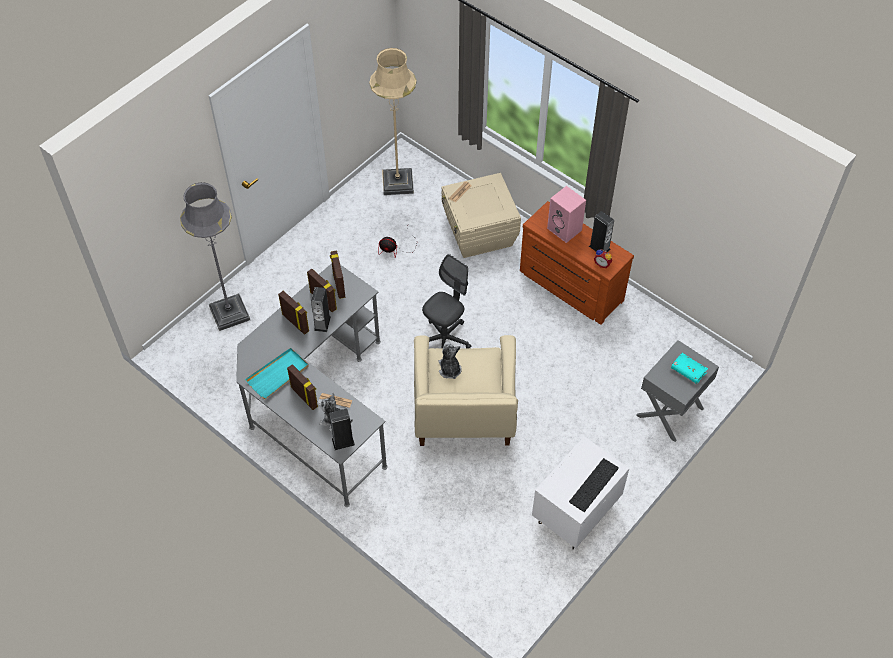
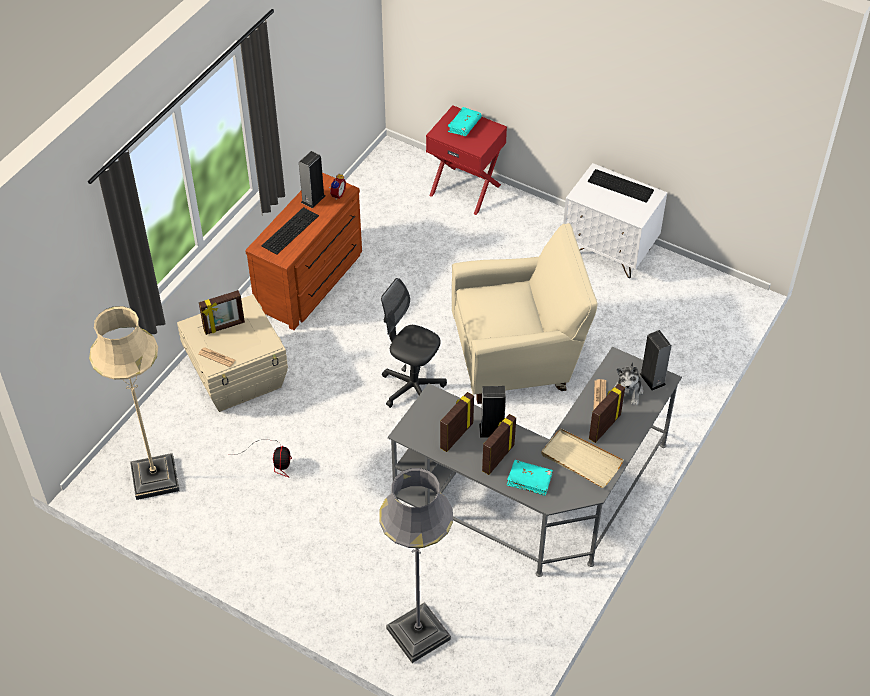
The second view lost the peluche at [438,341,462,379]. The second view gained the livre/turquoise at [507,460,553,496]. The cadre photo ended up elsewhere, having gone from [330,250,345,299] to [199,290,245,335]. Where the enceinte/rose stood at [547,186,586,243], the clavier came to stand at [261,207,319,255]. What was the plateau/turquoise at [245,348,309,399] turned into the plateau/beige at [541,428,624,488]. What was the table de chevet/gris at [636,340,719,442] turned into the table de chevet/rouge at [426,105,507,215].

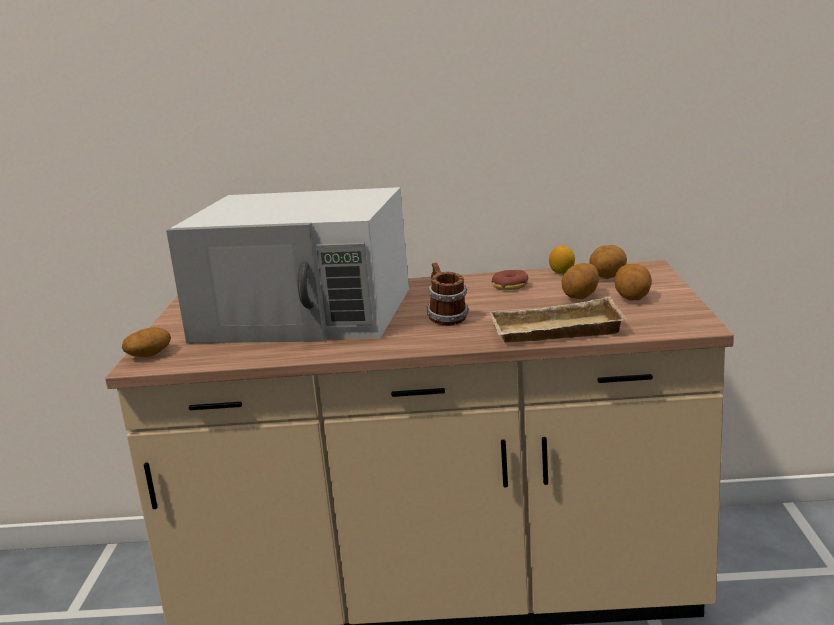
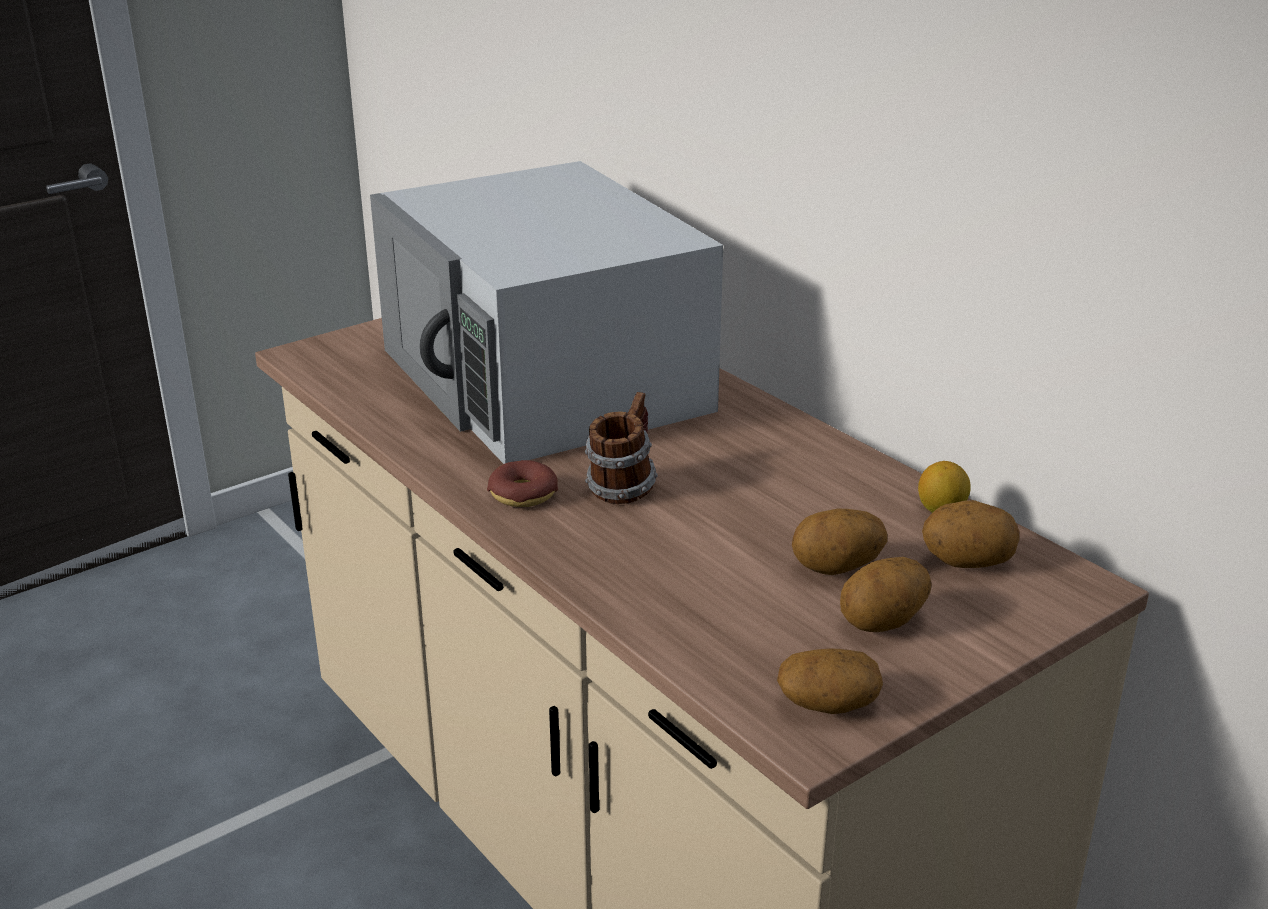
The second view lost the plateau/beige at [490,296,627,343]. The pomme de terre ended up elsewhere, having gone from [122,327,171,357] to [777,648,883,714]. The beignet ended up elsewhere, having gone from [492,270,528,290] to [487,460,558,507].

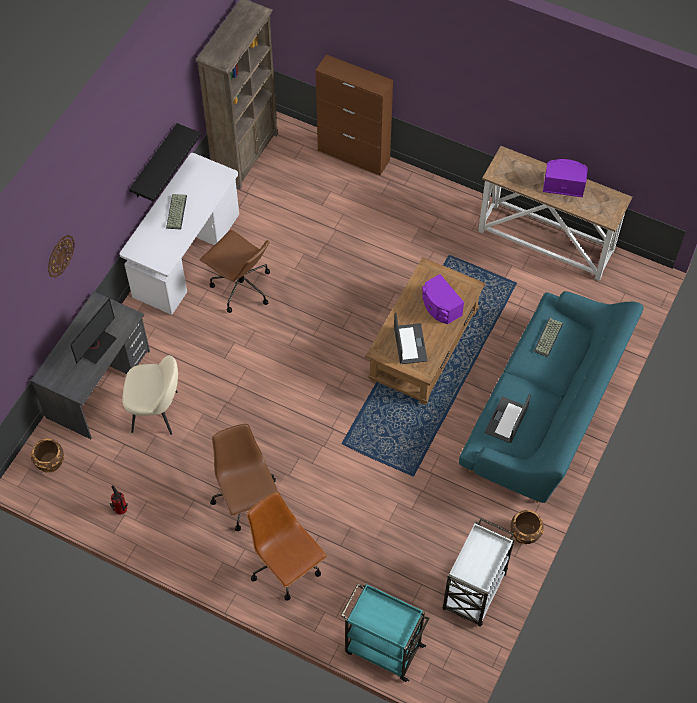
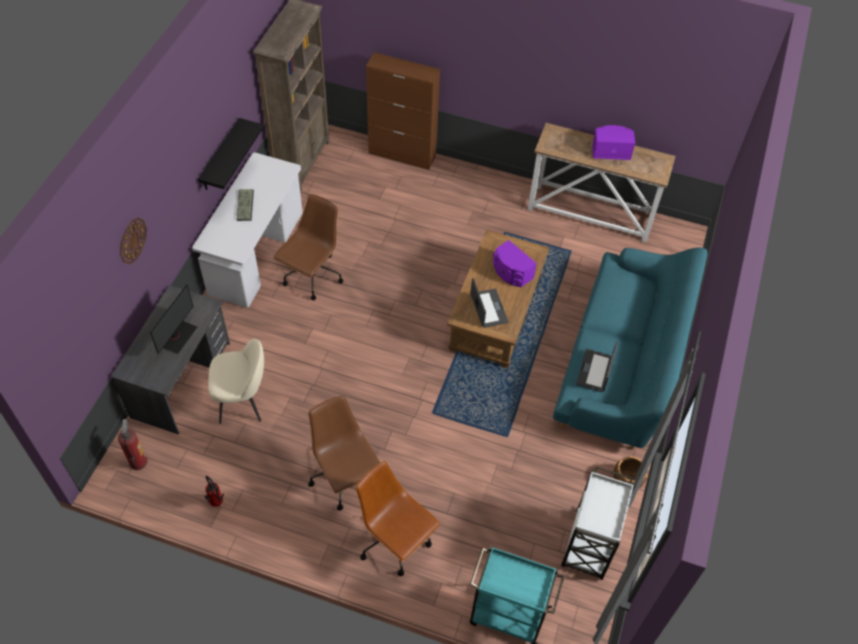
The second view lost the clavier at [534,318,563,357]. Where the cache-pot/marron stood at [31,439,64,473], the extincteur came to stand at [118,419,147,470]. The chaise de bureau/marron at [200,230,270,313] ended up facing another way, 90 degrees counterclockwise from before.

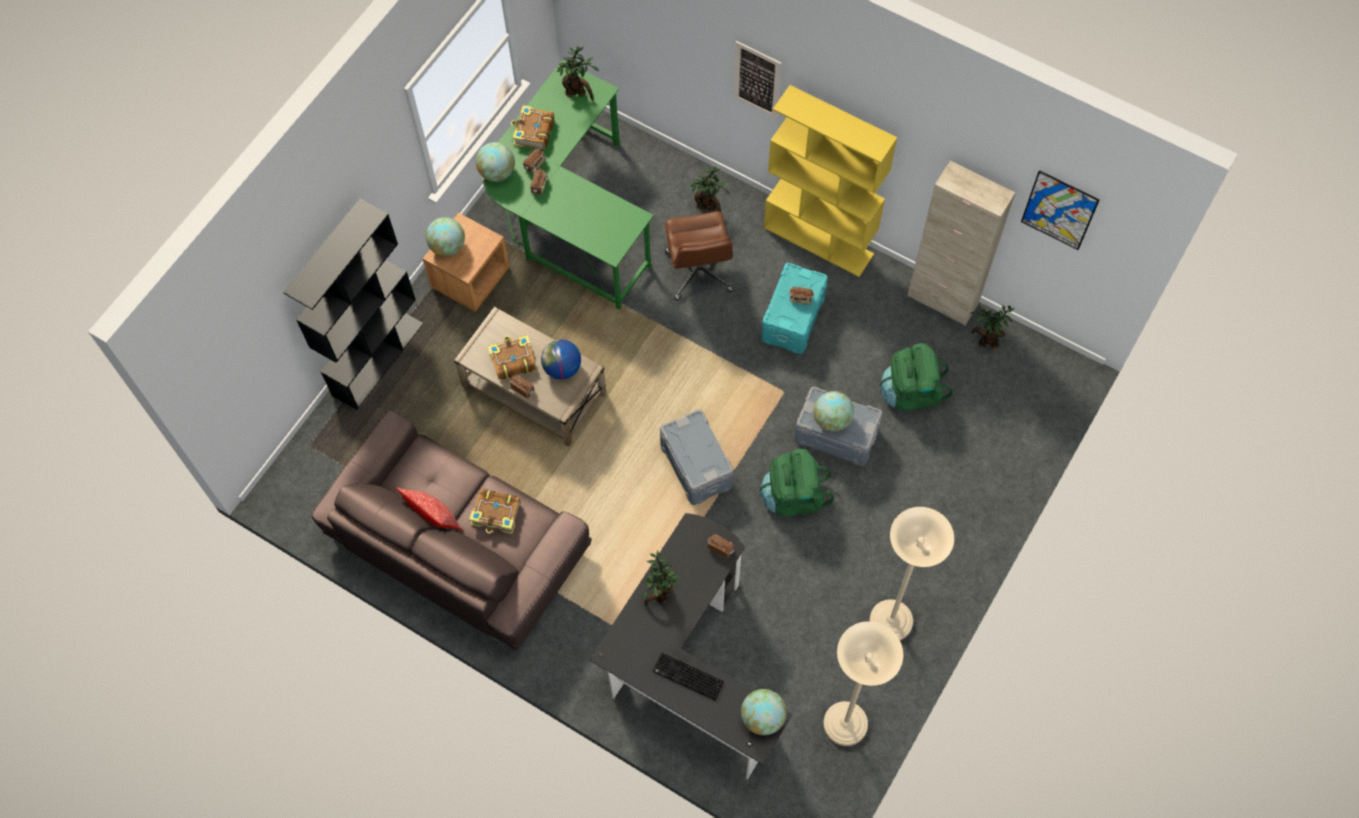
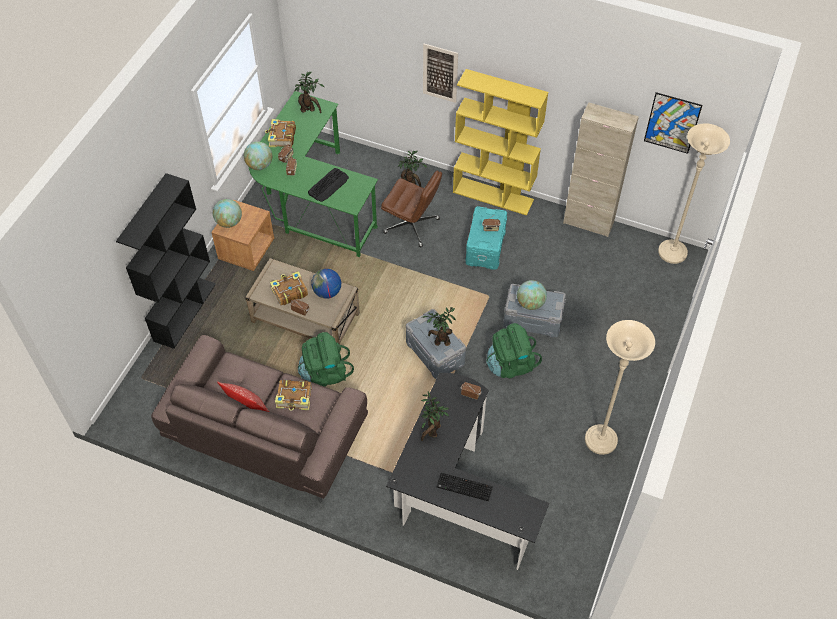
The second view lost the globe at [741,689,787,735]. The second view gained the clavier at [308,168,349,202]. The lampadaire/beige ended up elsewhere, having gone from [823,621,903,746] to [658,123,730,264]. The sac à dos/vert ended up elsewhere, having gone from [880,343,953,411] to [298,332,354,387]. The plante en pot ended up elsewhere, having gone from [971,305,1014,350] to [422,307,456,346]. The chaise de bureau/marron at [665,211,734,300] ended up facing another way, 45 degrees counterclockwise from before.

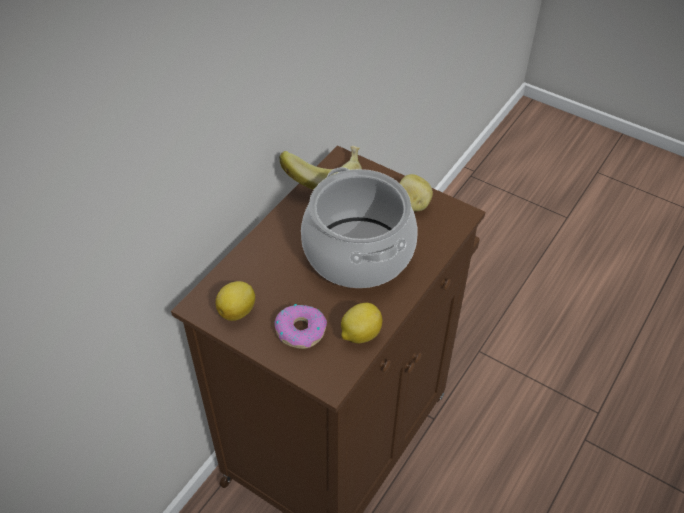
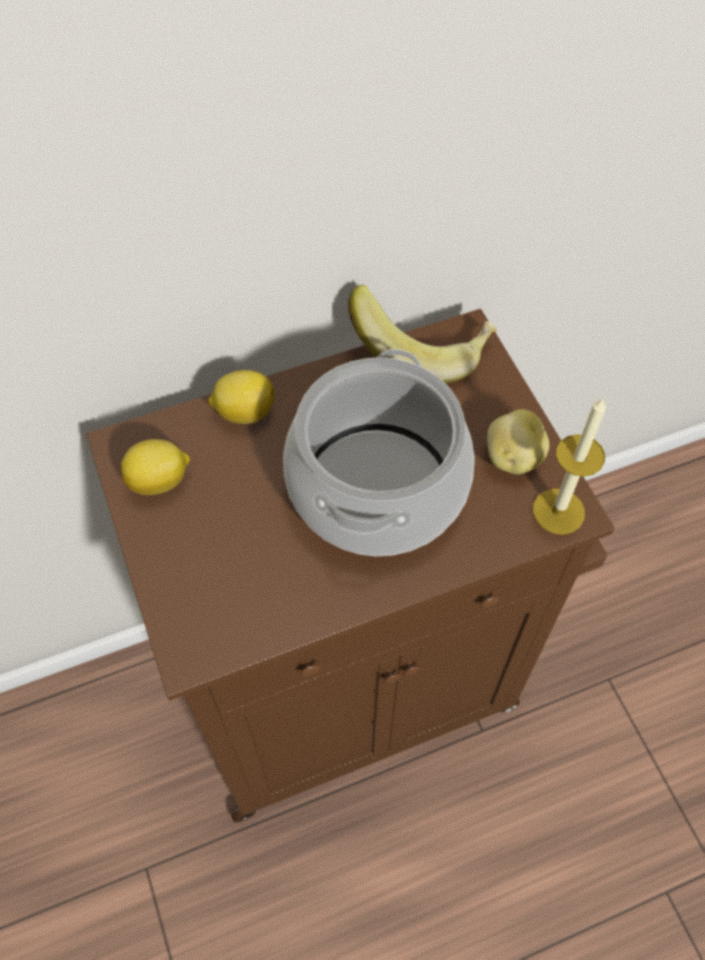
The second view lost the beignet at [274,304,327,349]. The second view gained the bougie at [533,398,606,535]. The citron ended up elsewhere, having gone from [341,303,382,343] to [208,370,275,424].

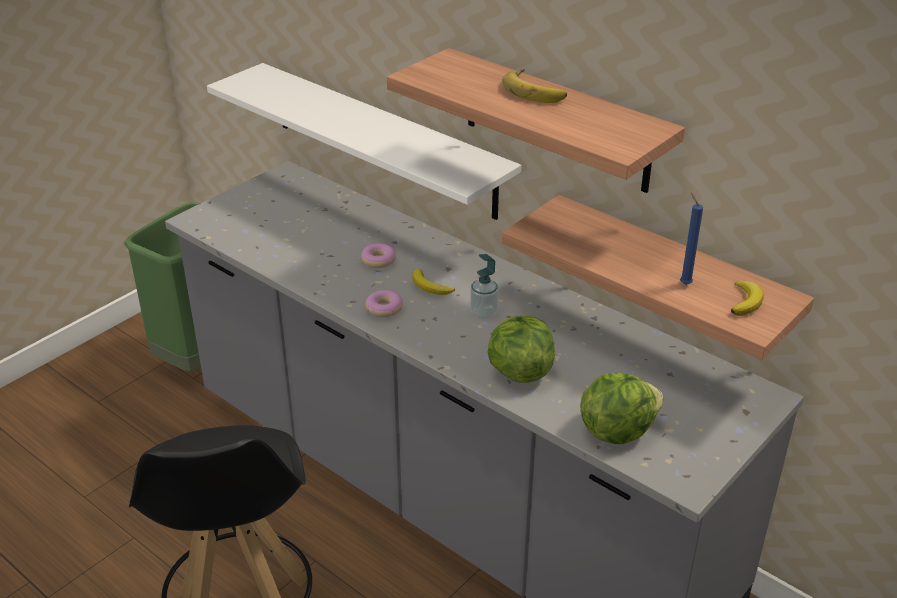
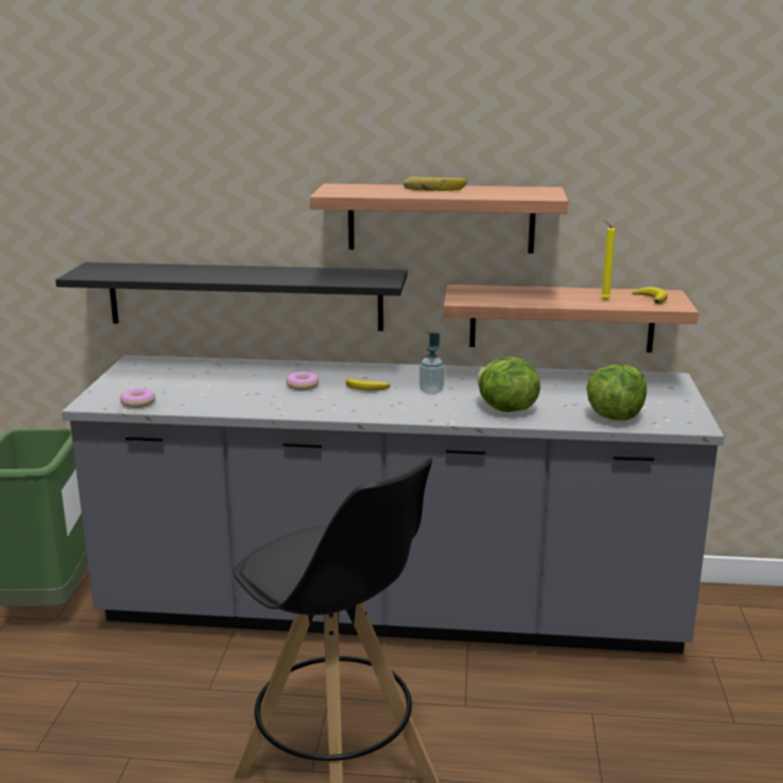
The beignet ended up elsewhere, having gone from [366,290,403,317] to [120,388,156,408]. What was the étagère/blanc at [207,63,522,220] turned into the étagère/noir at [56,262,407,331]. What was the bougie/bleu at [680,193,703,285] turned into the bougie/jaune at [601,220,615,300].

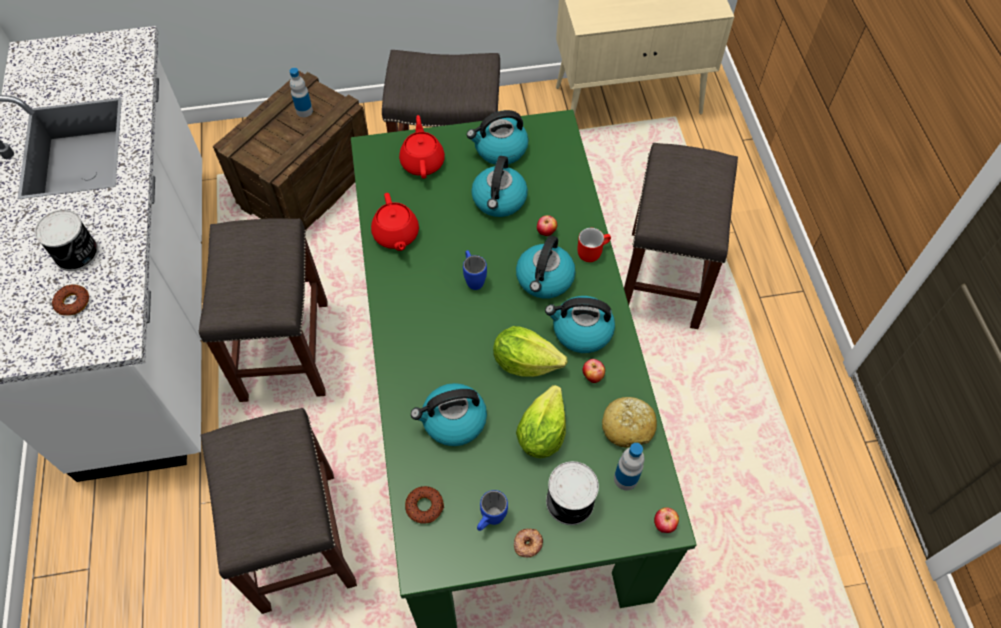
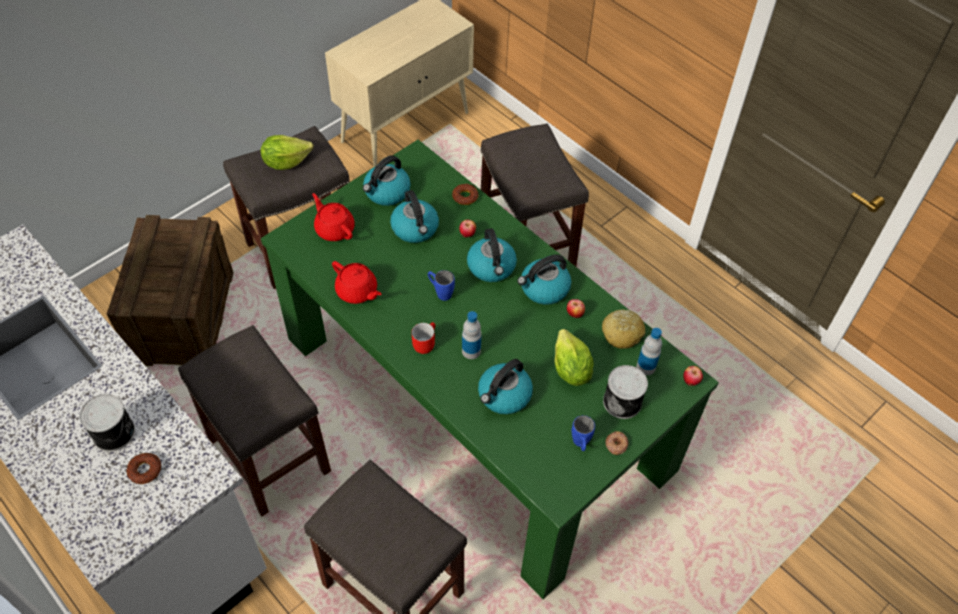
The bouteille ended up elsewhere, having gone from [290,68,313,117] to [462,311,482,359]. The beignet ended up elsewhere, having gone from [405,486,444,523] to [452,184,479,205]. The laitue ended up elsewhere, having gone from [493,326,568,377] to [260,135,313,170]. The mug/rouge ended up elsewhere, having gone from [577,228,611,262] to [412,322,435,354].

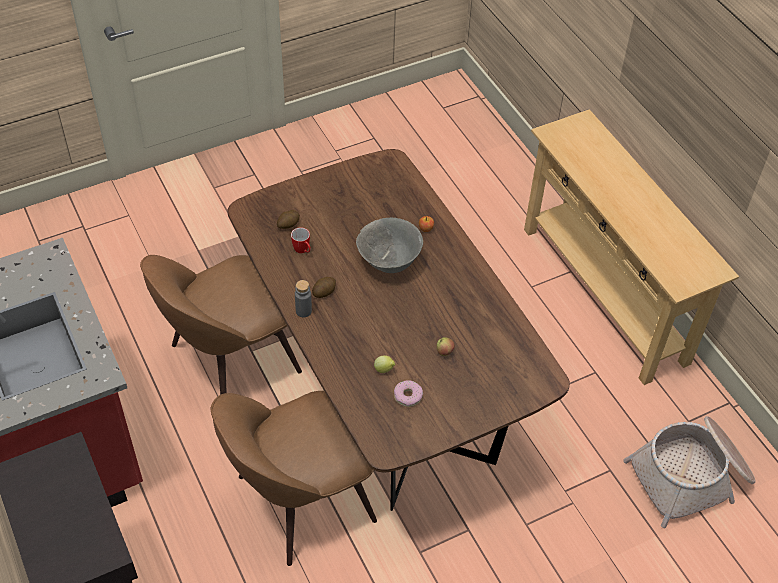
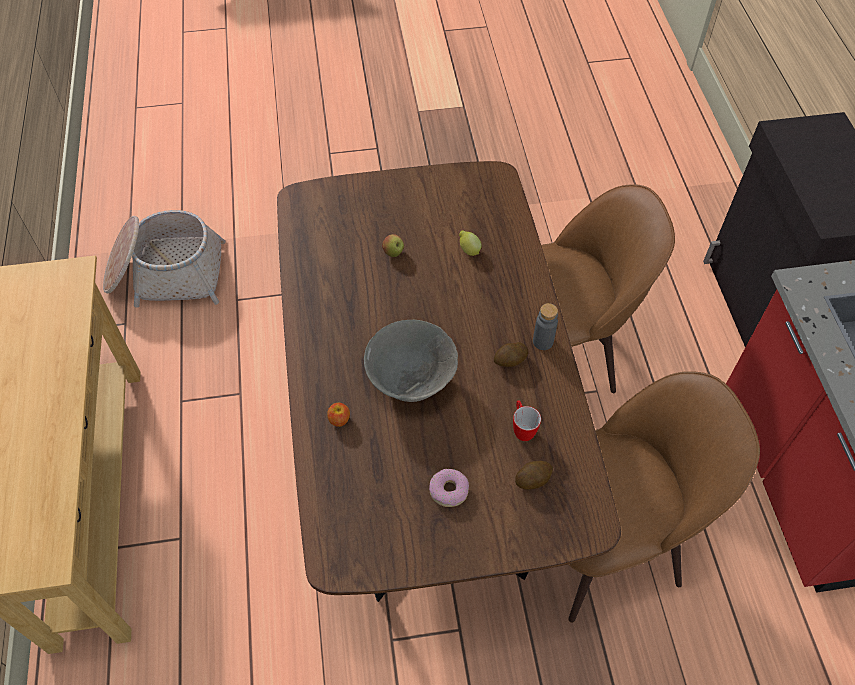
The beignet ended up elsewhere, having gone from [394,380,423,407] to [429,469,469,507].

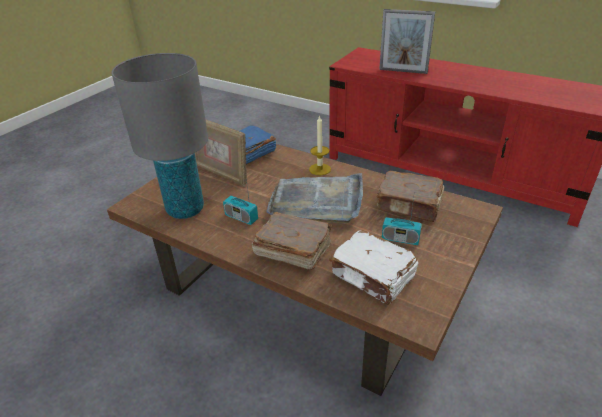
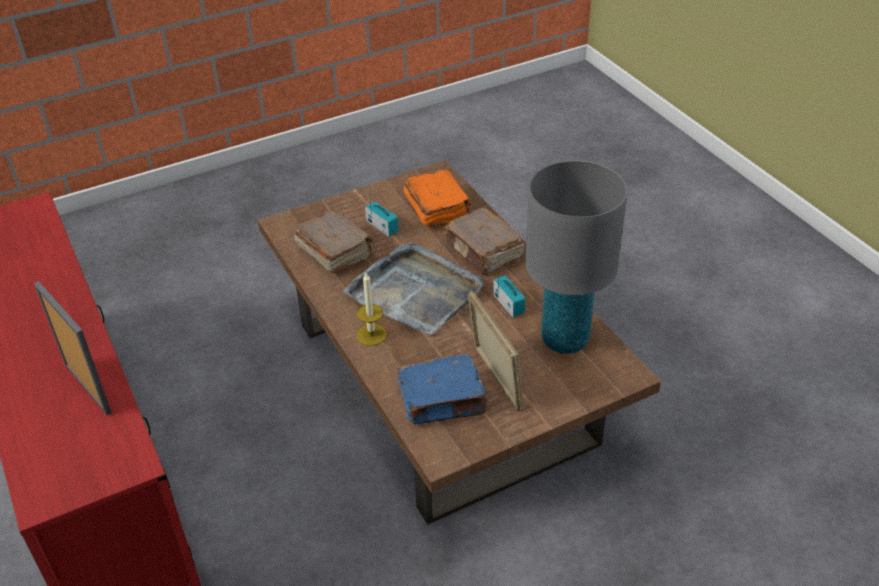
What was the livre/blanc at [329,230,418,305] turned into the livre/orange at [404,169,472,228].

